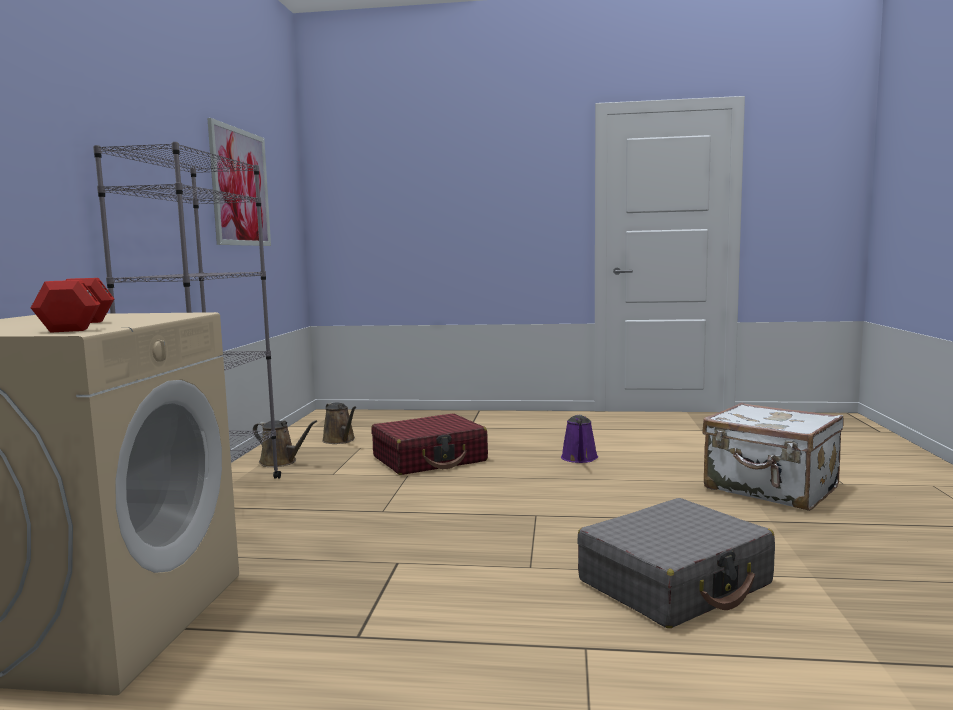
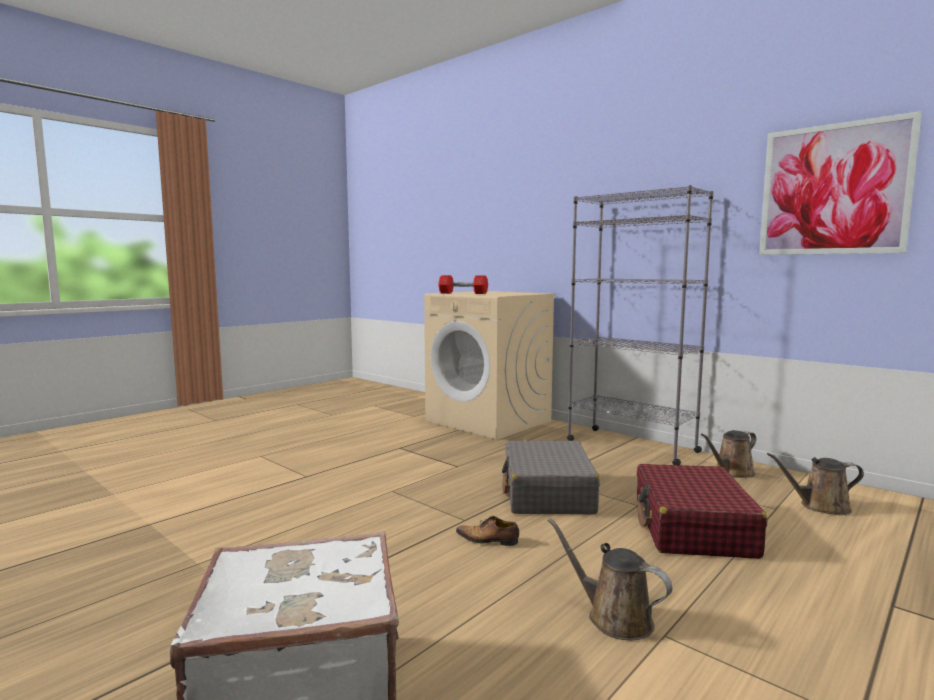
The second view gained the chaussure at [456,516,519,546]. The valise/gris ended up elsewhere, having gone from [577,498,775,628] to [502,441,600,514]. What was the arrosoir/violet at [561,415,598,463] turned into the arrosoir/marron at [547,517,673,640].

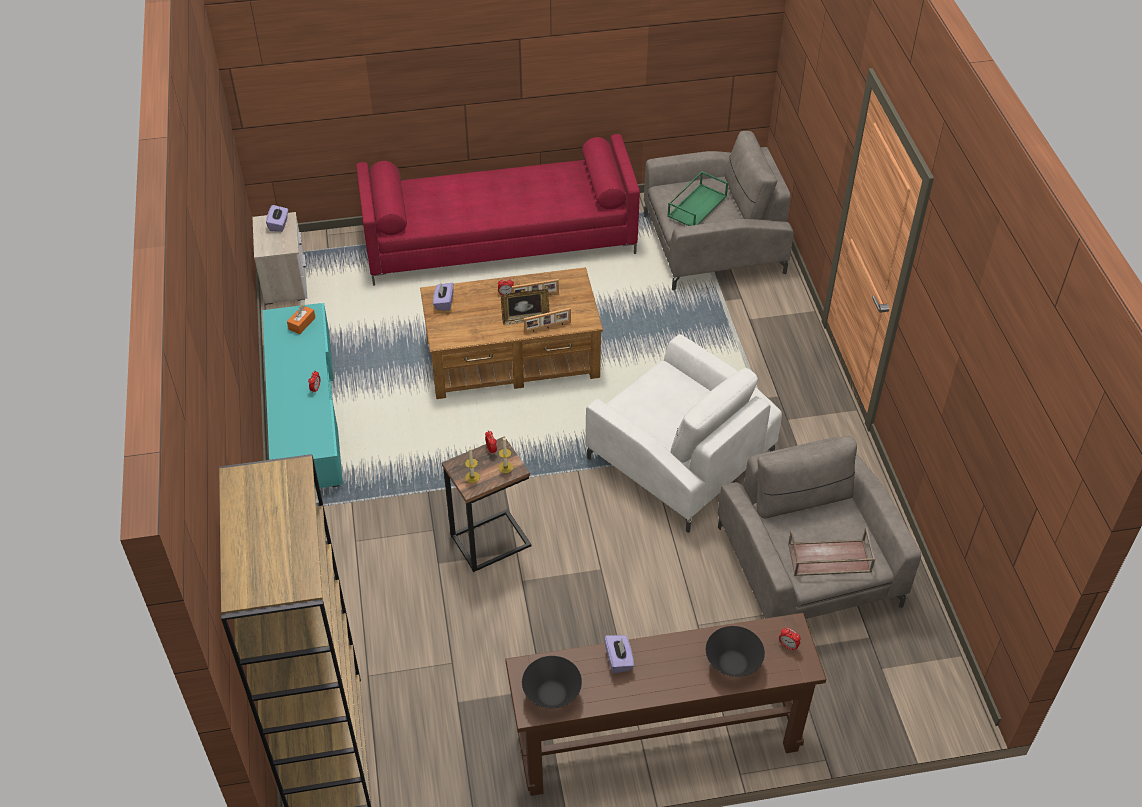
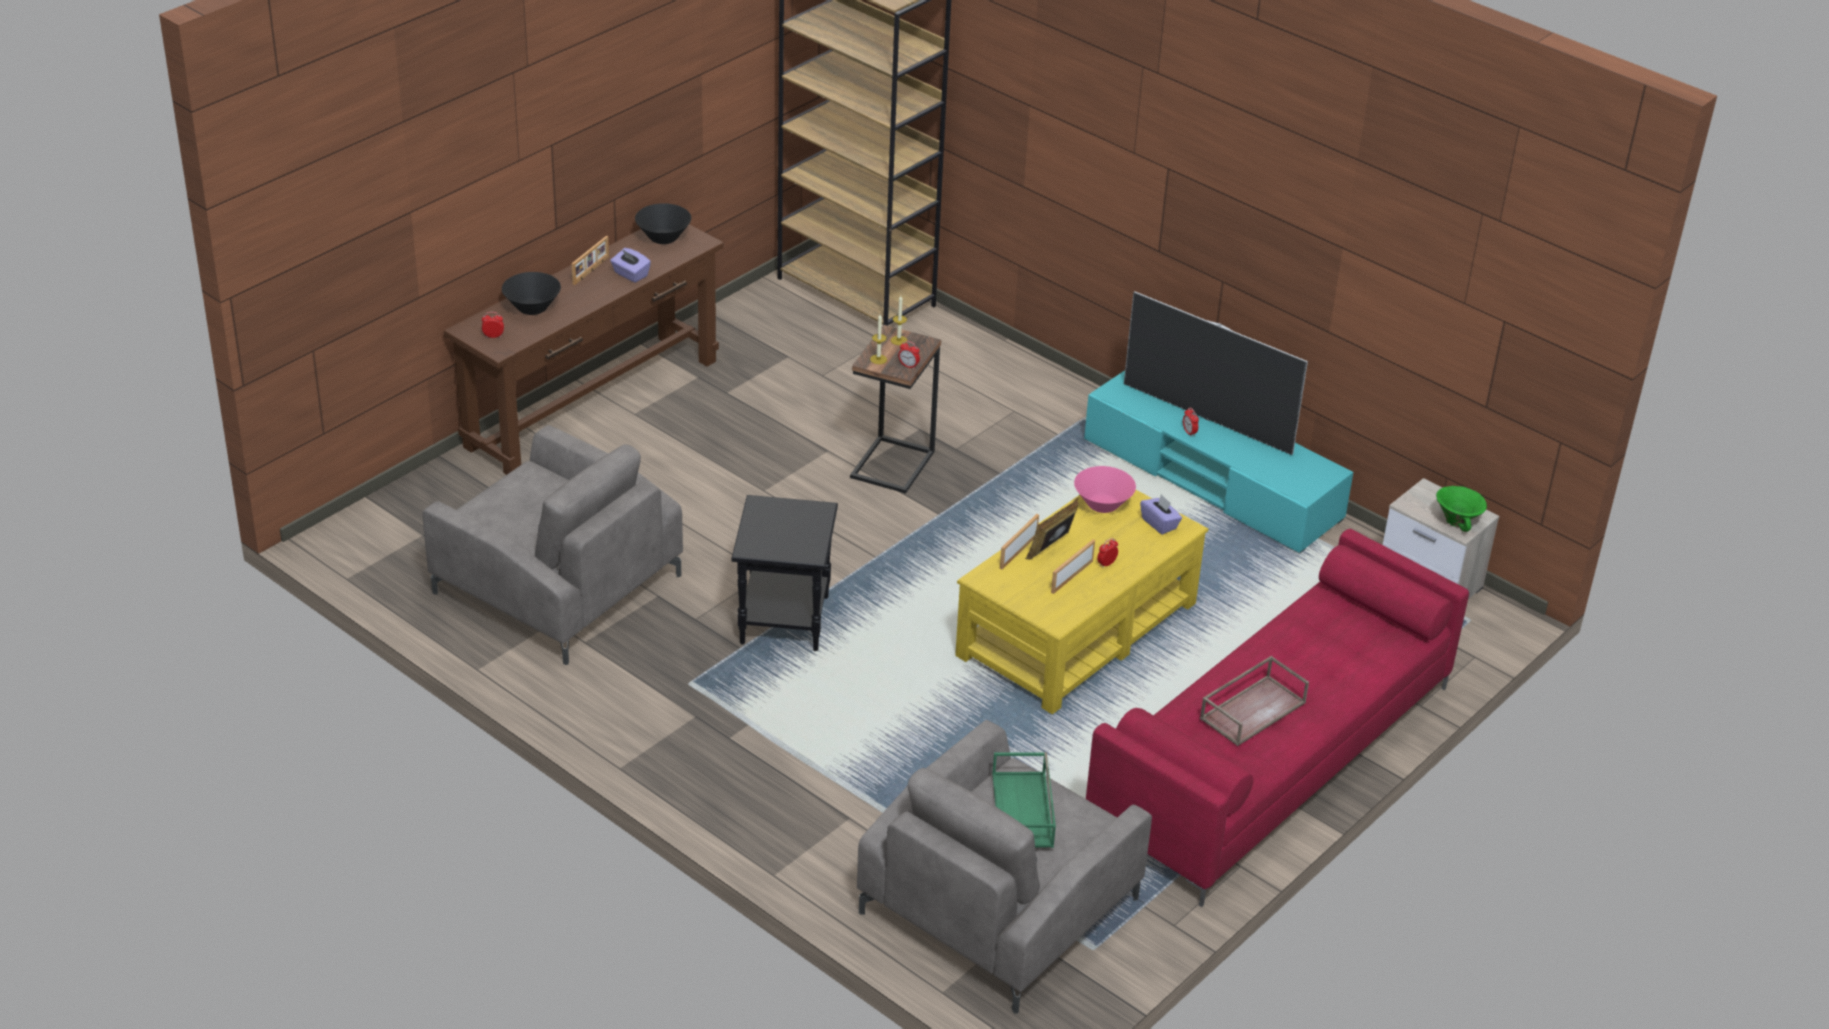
The second view lost the boîte à mouchoirs/orange at [287,305,315,334]. The second view gained the cadre photo at [572,236,609,285]. The second view gained the bol/rose at [1074,466,1136,513]. The second view gained the téléviseur at [1124,292,1308,455]. The plateau/marron ended up elsewhere, having gone from [788,527,875,576] to [1200,656,1309,746]. Where the boîte à mouchoirs/violet stood at [266,205,288,232], the bol/vert came to stand at [1436,486,1487,532]. Where the fauteuil/blanc stood at [586,334,782,533], the table d'appoint/noir came to stand at [732,495,838,651]. What was the table basse/marron at [420,267,603,399] turned into the table basse/jaune at [955,490,1208,714].

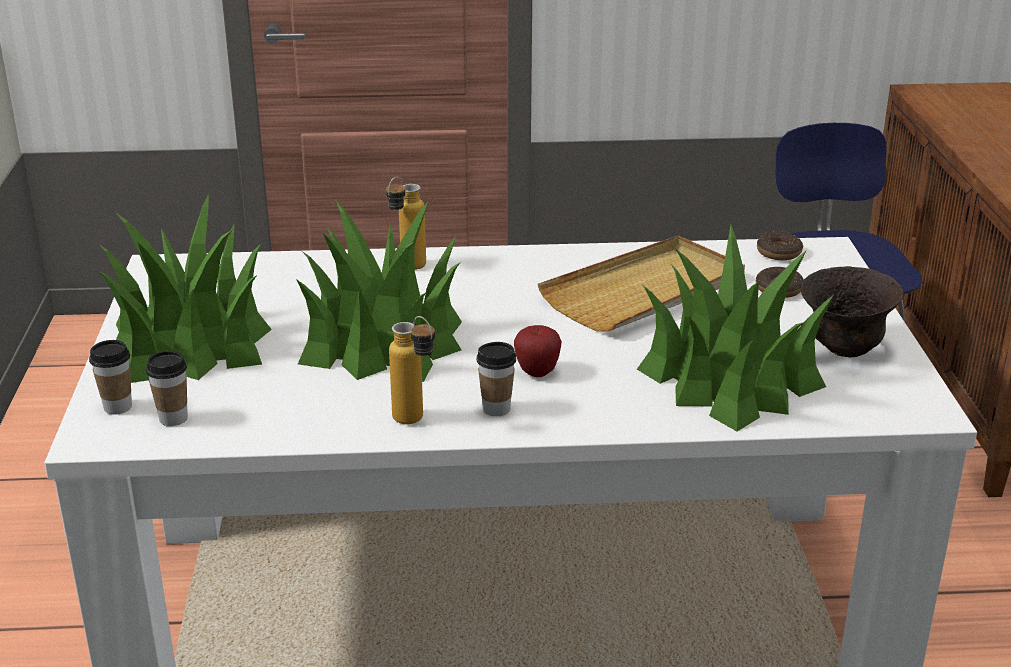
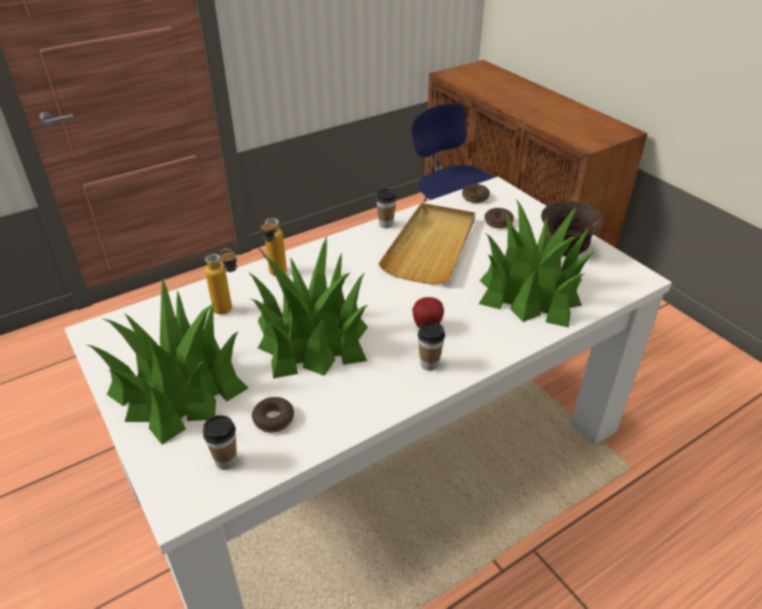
The second view gained the beignet at [252,397,294,432]. The tasse ended up elsewhere, having gone from [89,340,132,415] to [376,189,397,228]. The bouteille ended up elsewhere, having gone from [389,316,435,424] to [205,249,237,315].

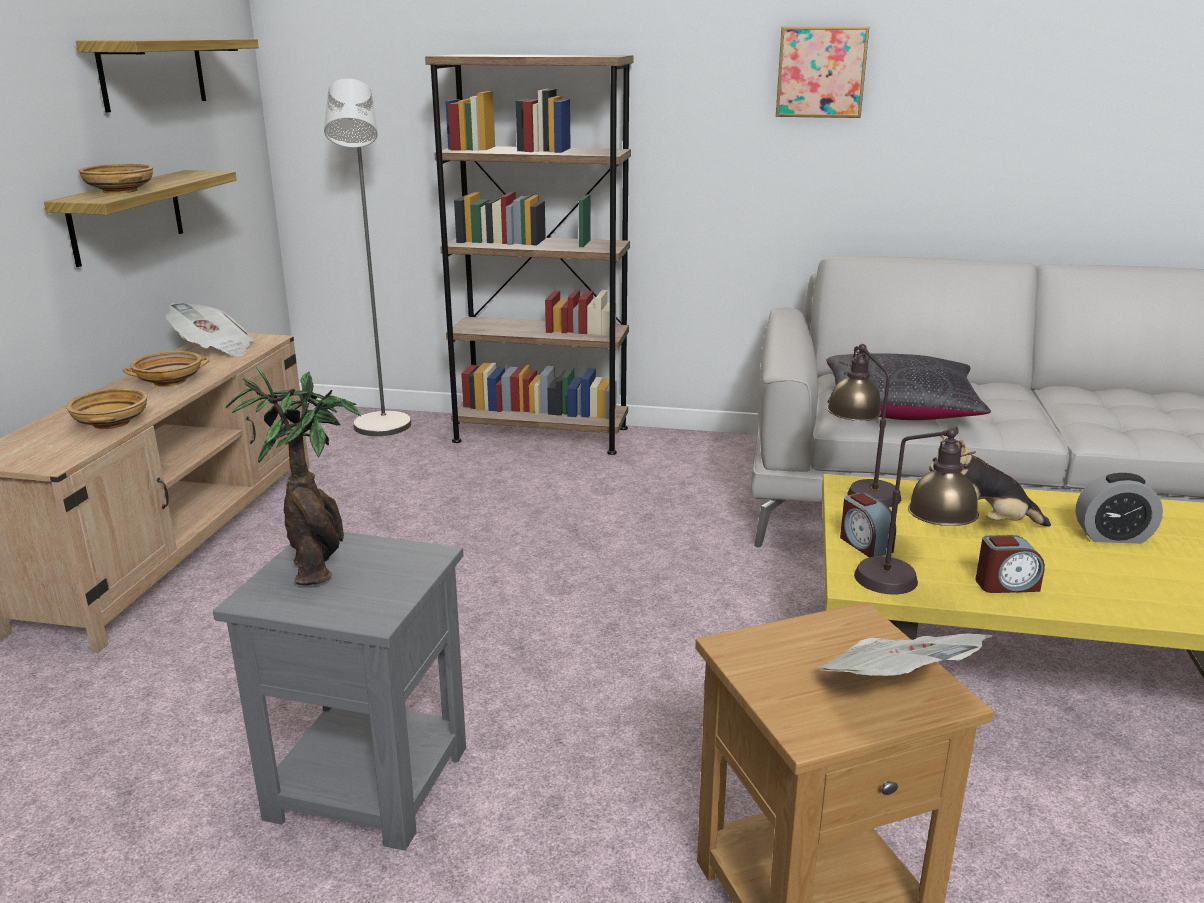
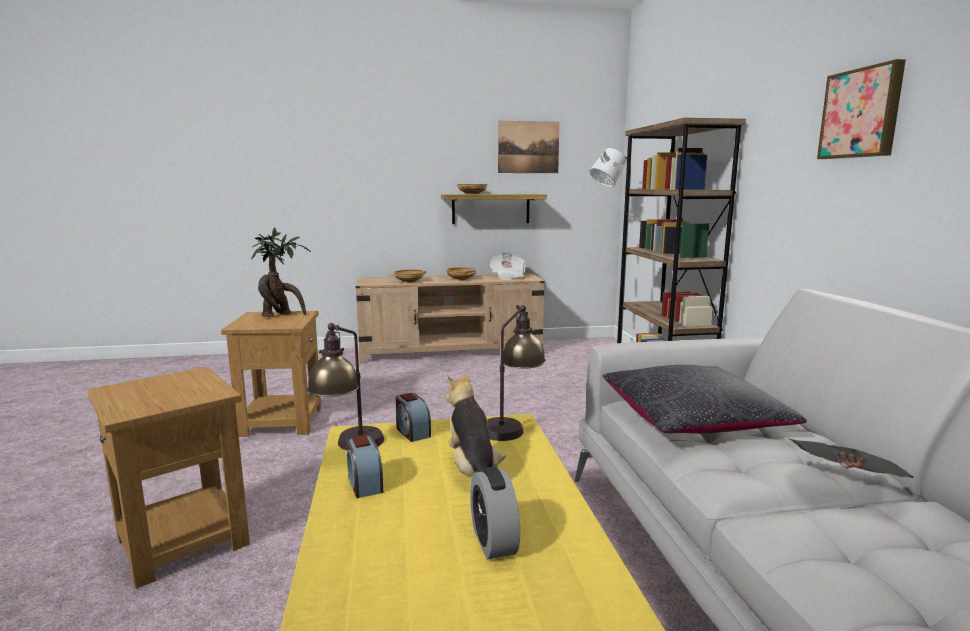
The journal ended up elsewhere, having gone from [814,634,994,676] to [788,438,914,478]. Where the étagère hung at [76,39,259,112], the tableau came to hang at [498,121,560,173]. What was the table d'appoint/gris at [213,532,466,851] turned into the table d'appoint/marron at [221,311,322,437]. The réveil at [840,493,896,557] ended up facing another way, 75 degrees counterclockwise from before.

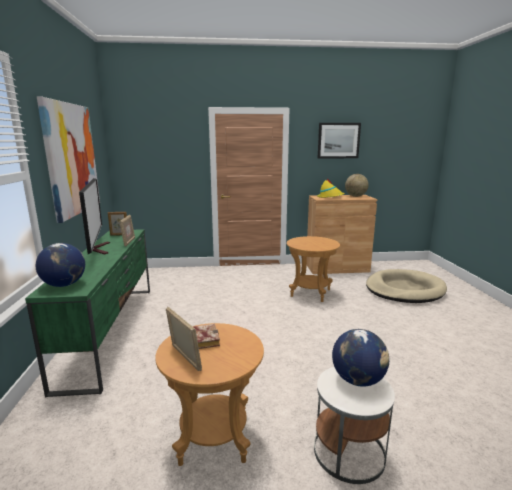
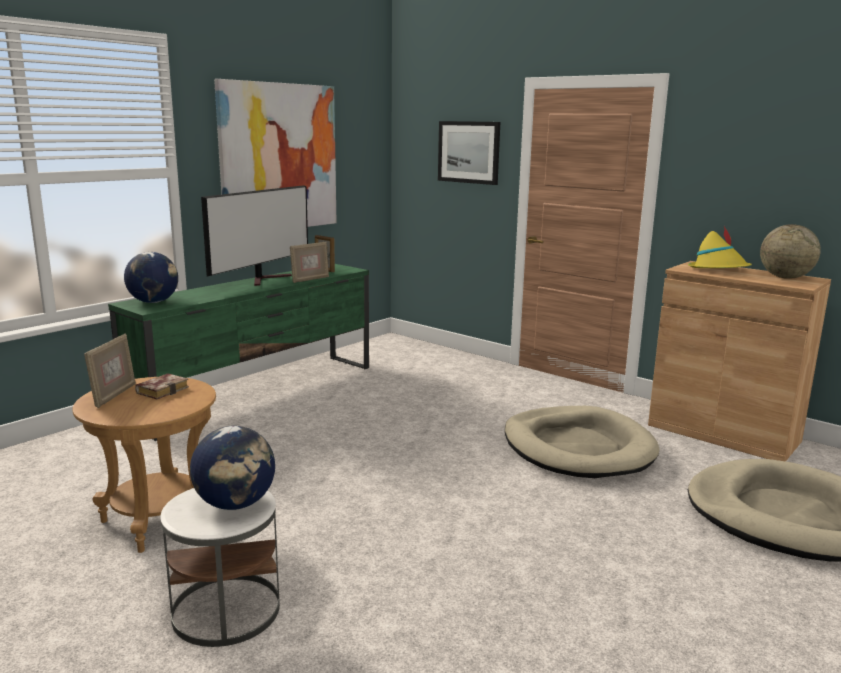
The tableau ended up elsewhere, having gone from [318,123,361,158] to [438,121,500,185]. Where the table d'appoint/marron stood at [287,236,340,302], the panier pour chien/beige came to stand at [505,406,660,478].

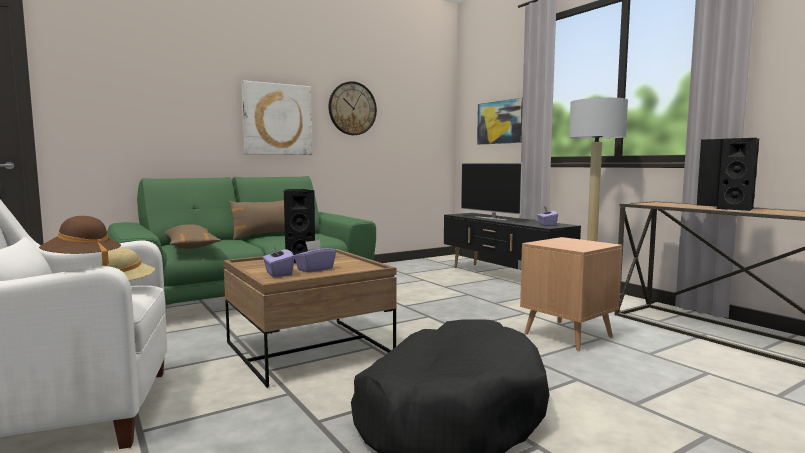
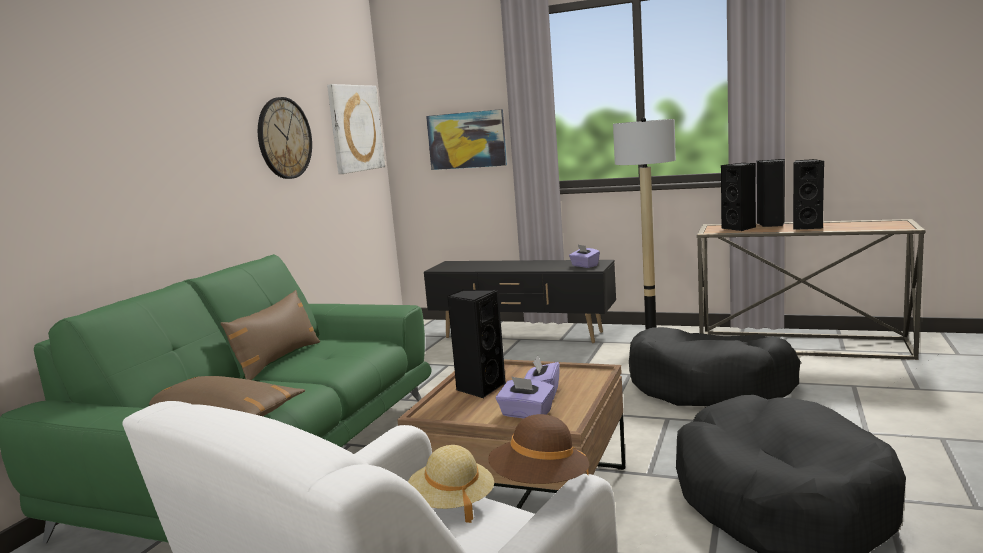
The second view lost the téléviseur at [461,163,523,220]. The second view gained the enceinte/noir at [721,163,756,231]. The tableau ended up elsewhere, having gone from [241,81,312,155] to [327,84,385,174]. Where the table d'appoint/marron stood at [520,237,623,351], the panier pour chien/noir came to stand at [629,327,801,406].

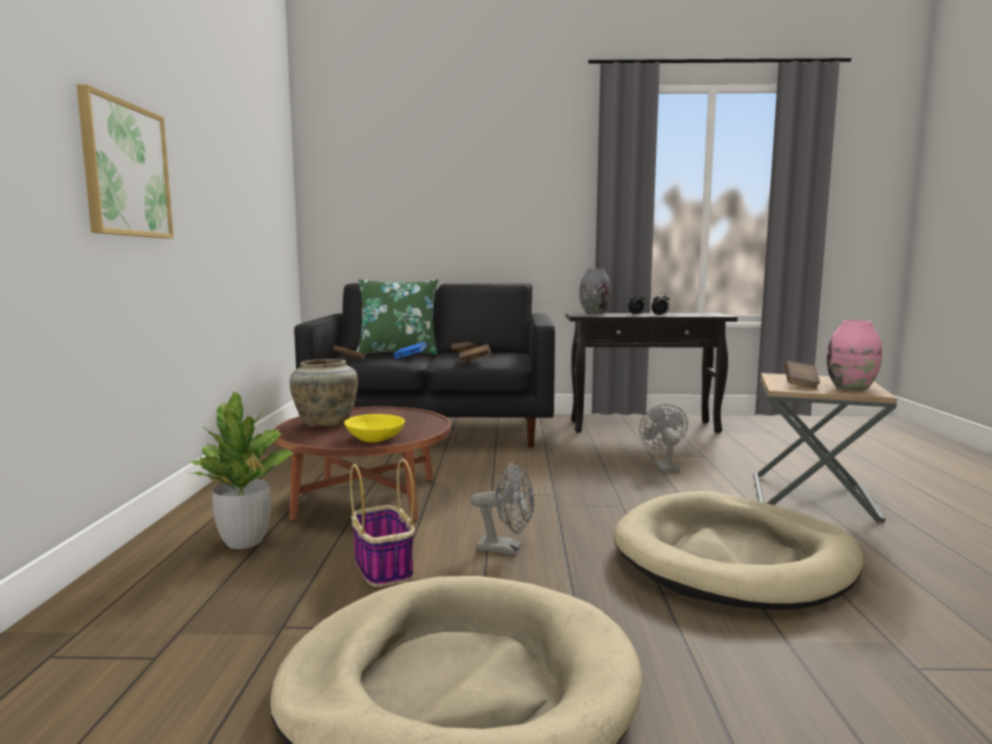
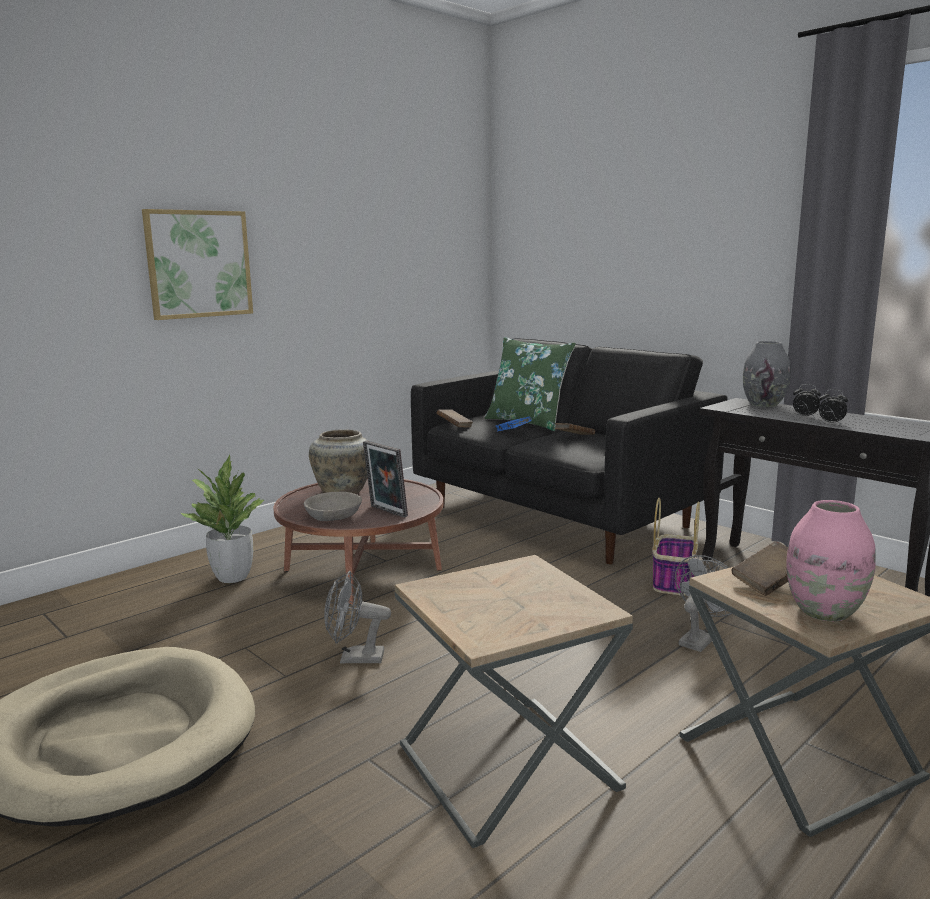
The second view lost the livre/marron at [460,344,491,363]. The second view gained the cadre photo at [363,441,408,518]. The panier ended up elsewhere, having gone from [350,459,414,587] to [652,498,700,596]. Where the panier pour chien/beige stood at [613,491,863,610], the table d'appoint/marron came to stand at [395,555,633,848]. What was the bol/jaune at [344,414,405,442] turned into the bol/gris at [304,492,362,521]. The ventilateur/gris at [470,462,534,555] ended up facing another way, 120 degrees clockwise from before.

